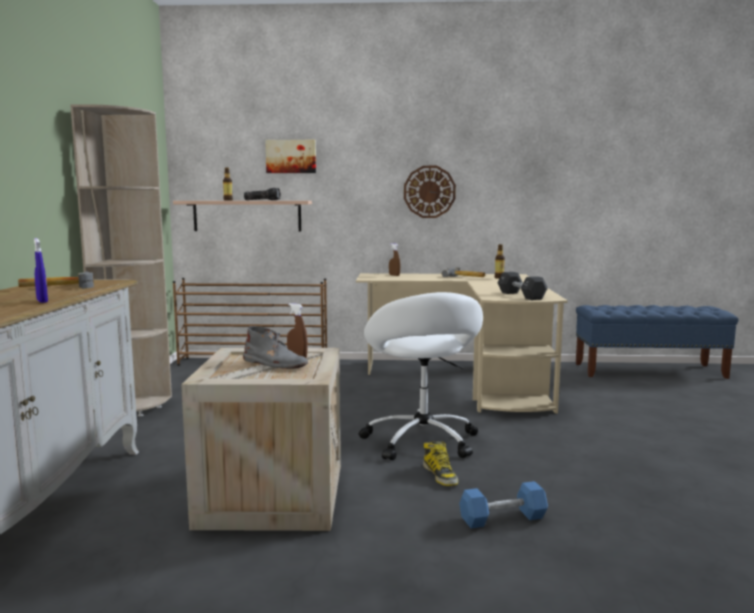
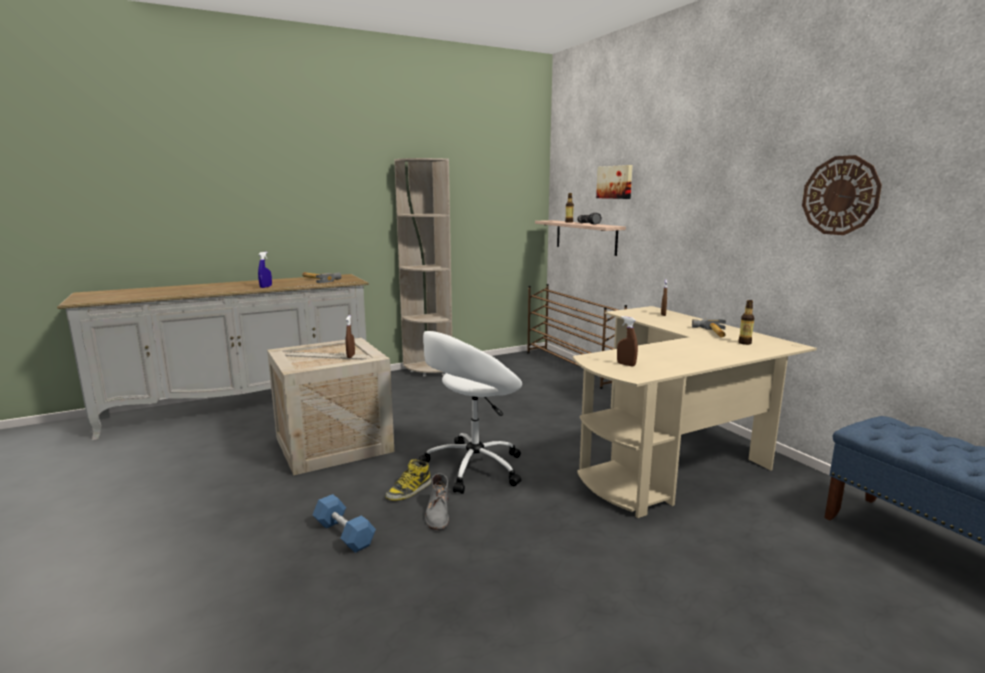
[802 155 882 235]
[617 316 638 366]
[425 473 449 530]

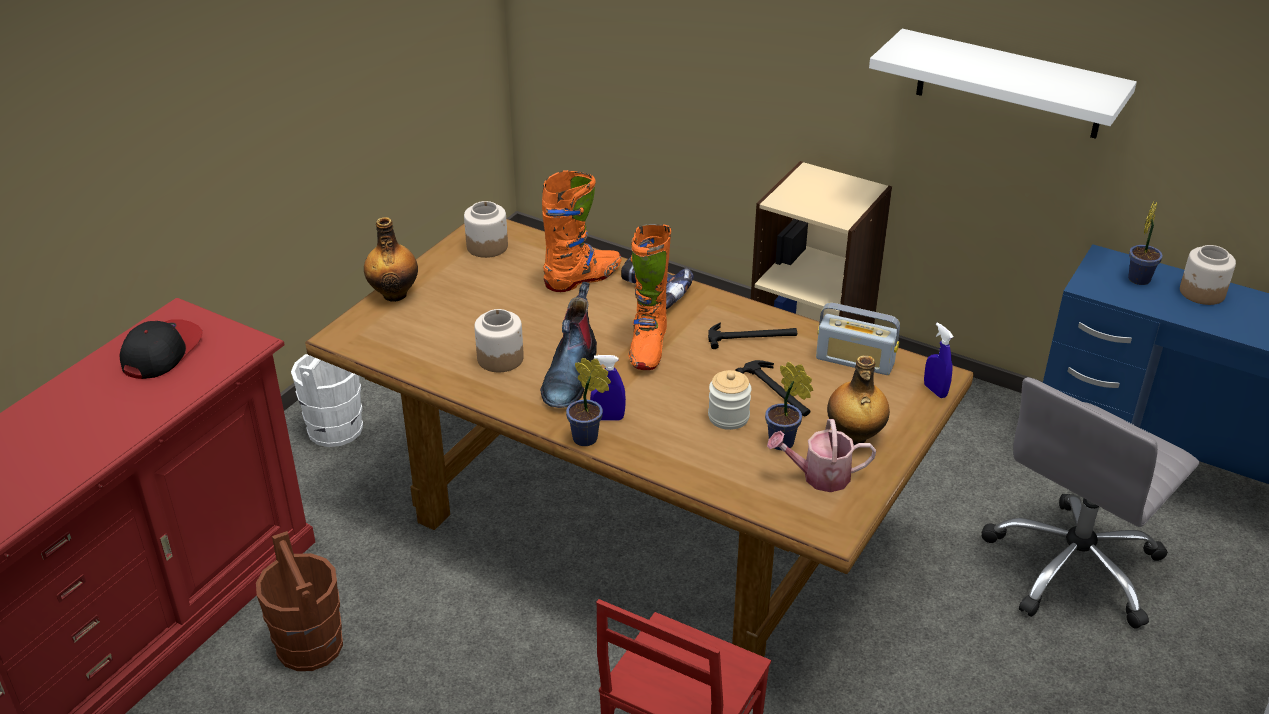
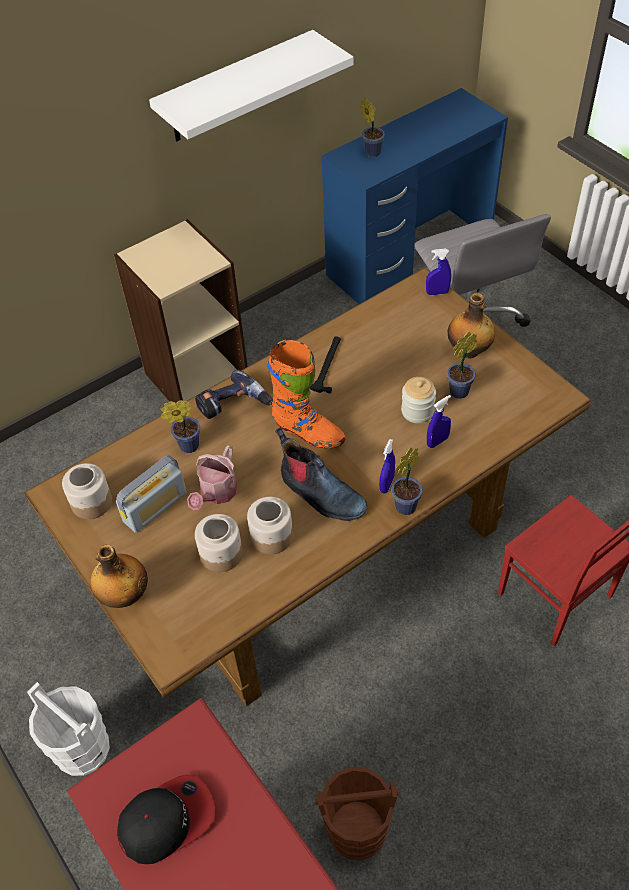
[161 400 200 453]
[195 514 243 572]
[116 455 187 533]
[117 774 215 864]
[735 360 811 416] (first image)
[187 445 237 510]
[427 395 451 448]

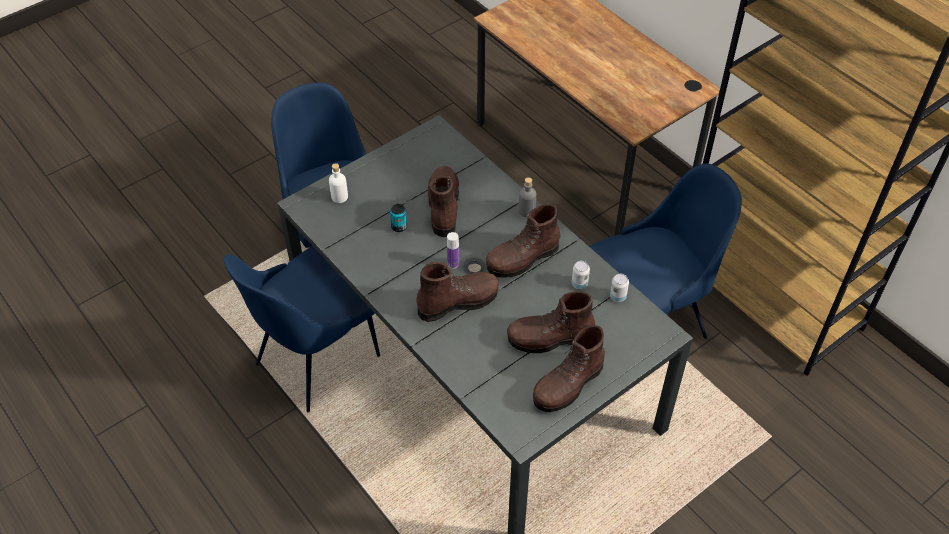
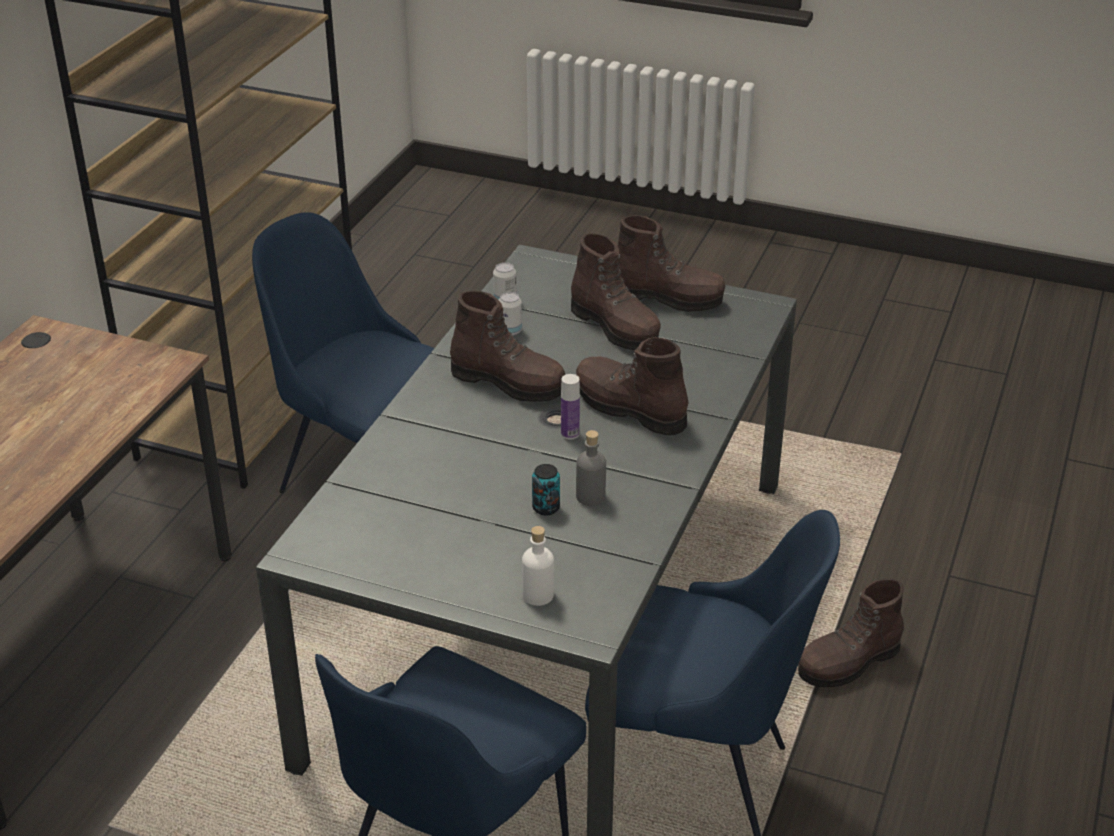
[798 579 904 687]
[576 430 606 506]

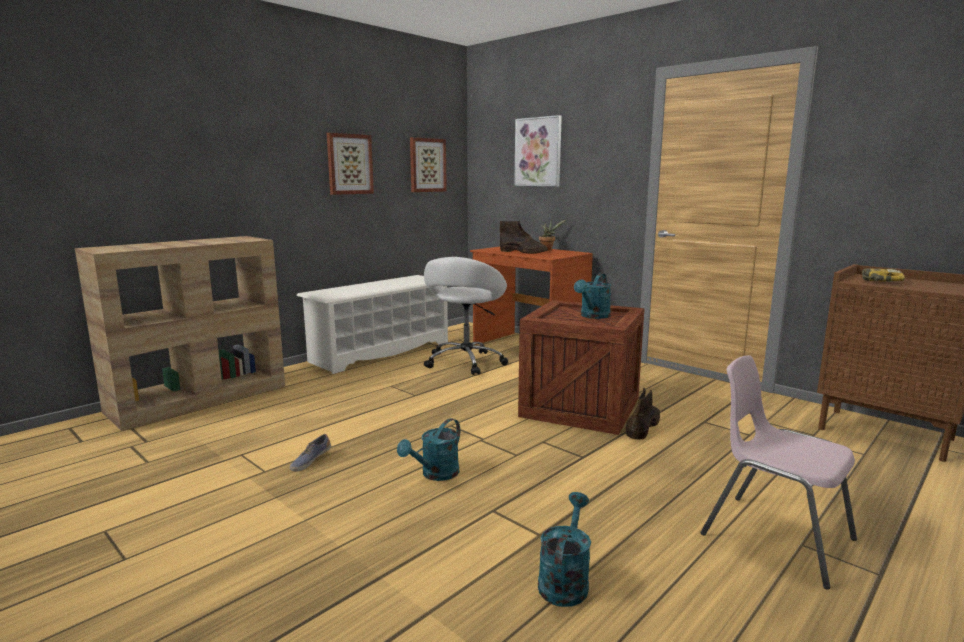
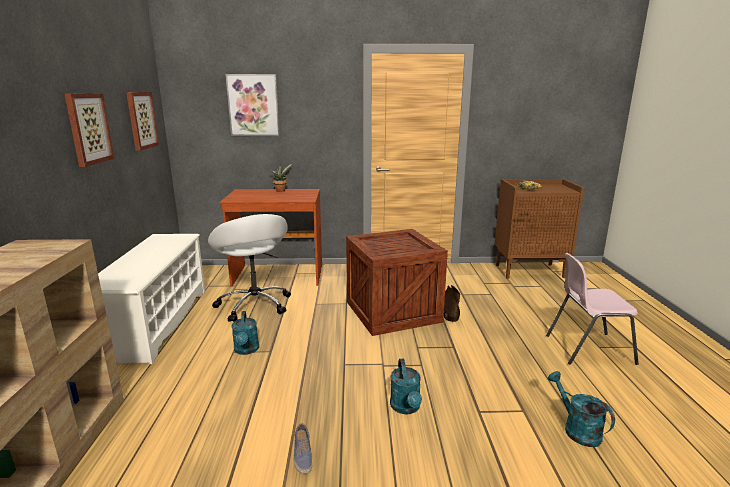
[500 221 548 254] (first image)
[231 311 259 355]

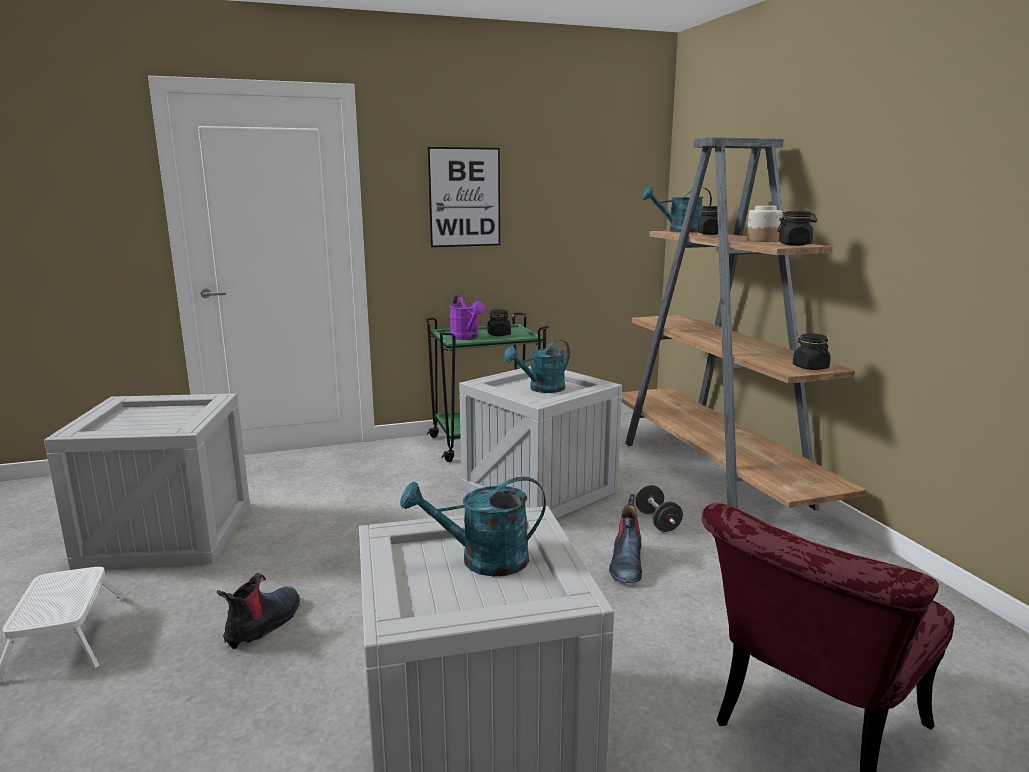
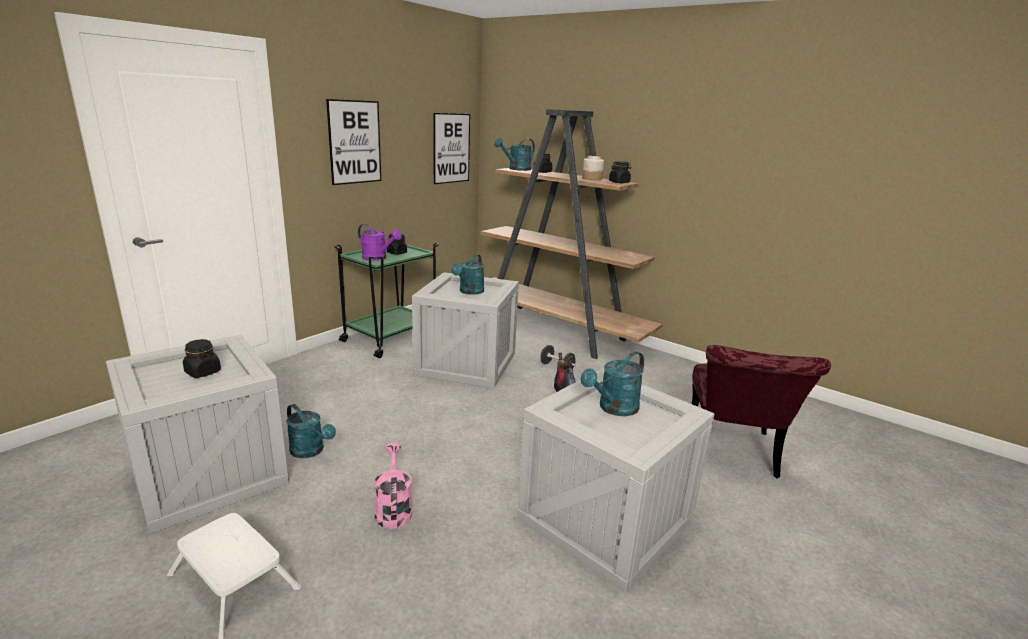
[183 339 221 378]
[374 442 413 529]
[433 113 470 184]
[286 404 336 458]

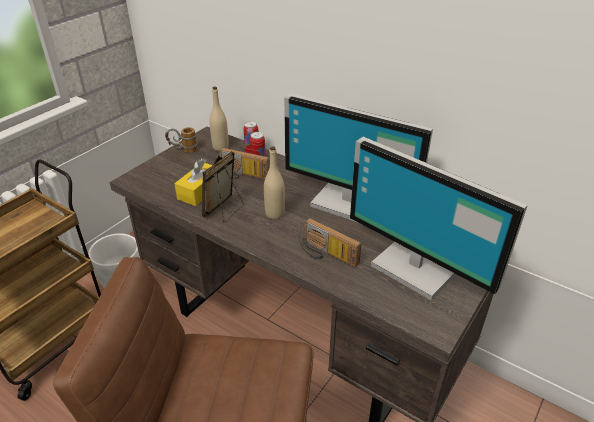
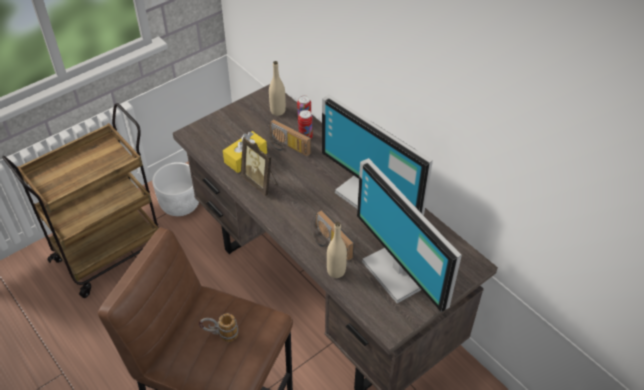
[199 313 238 342]
[327 222 347 278]
[241 137 278 196]

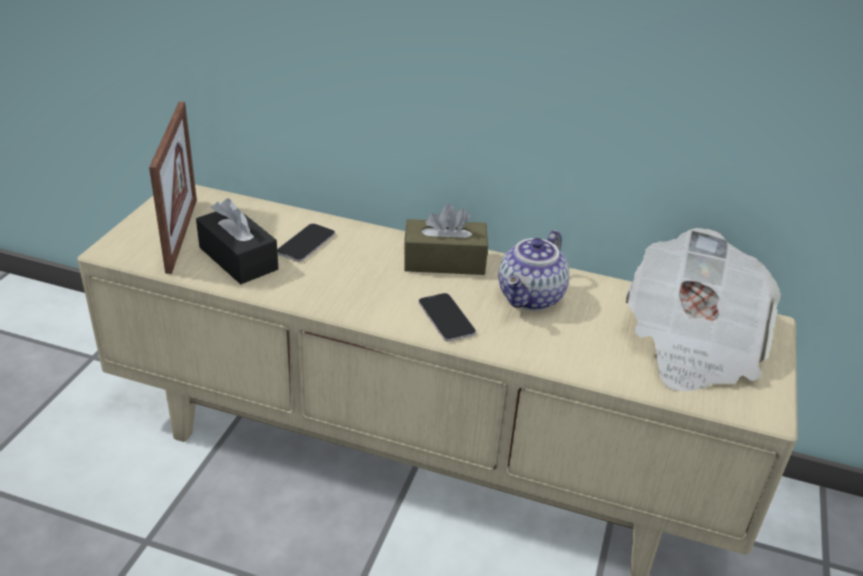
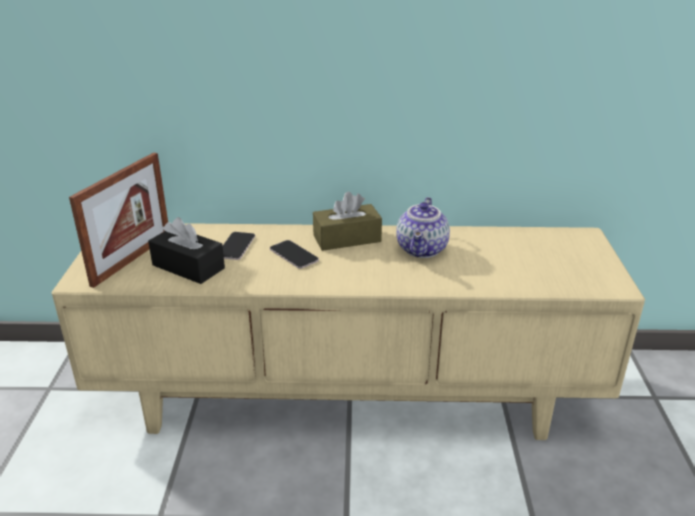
[69 153 168 288]
[626 228 781 391] (first image)
[270 240 319 269]

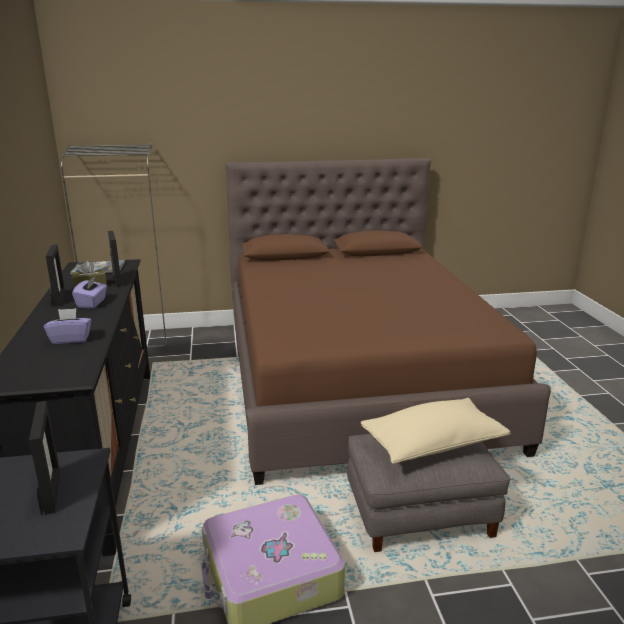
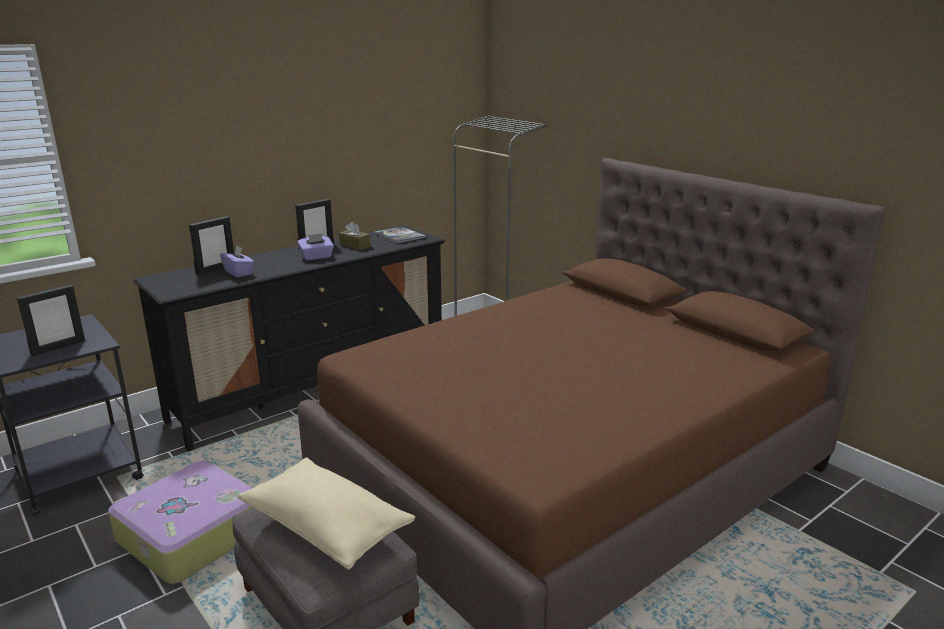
[189 216 234 275]

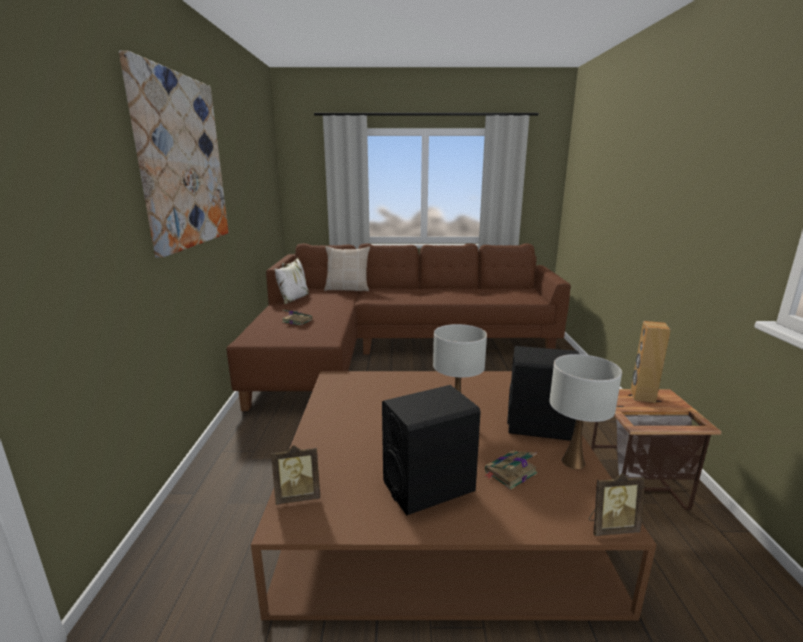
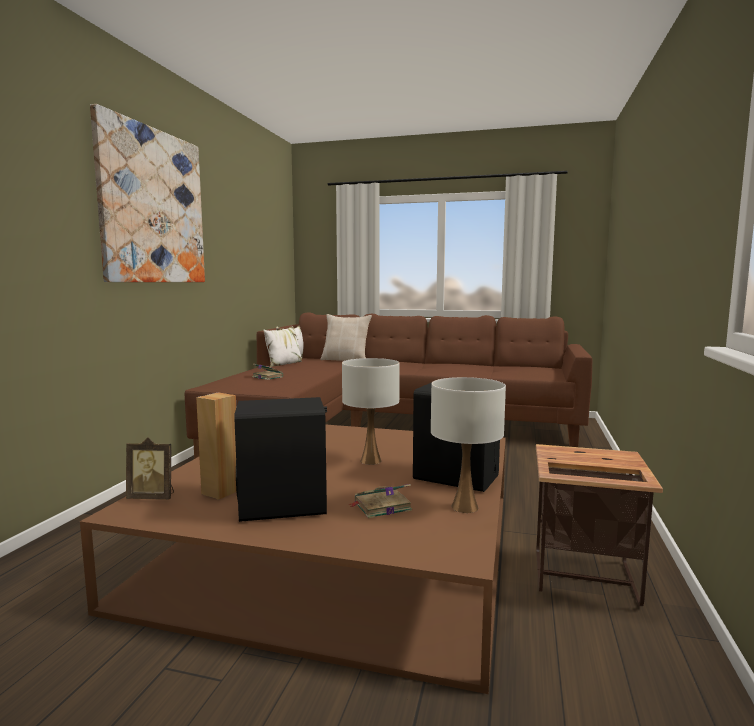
[196 392 236 500]
[589 473 645 536] (first image)

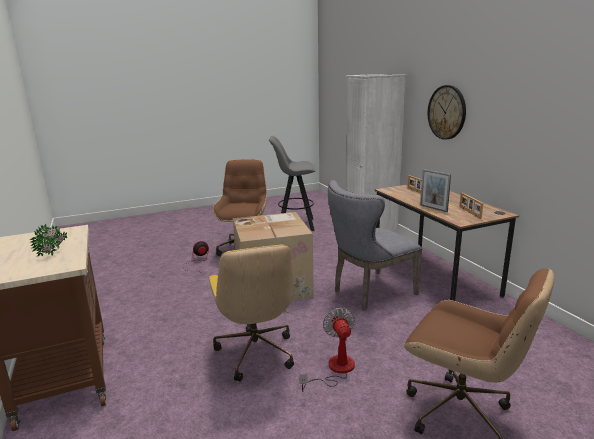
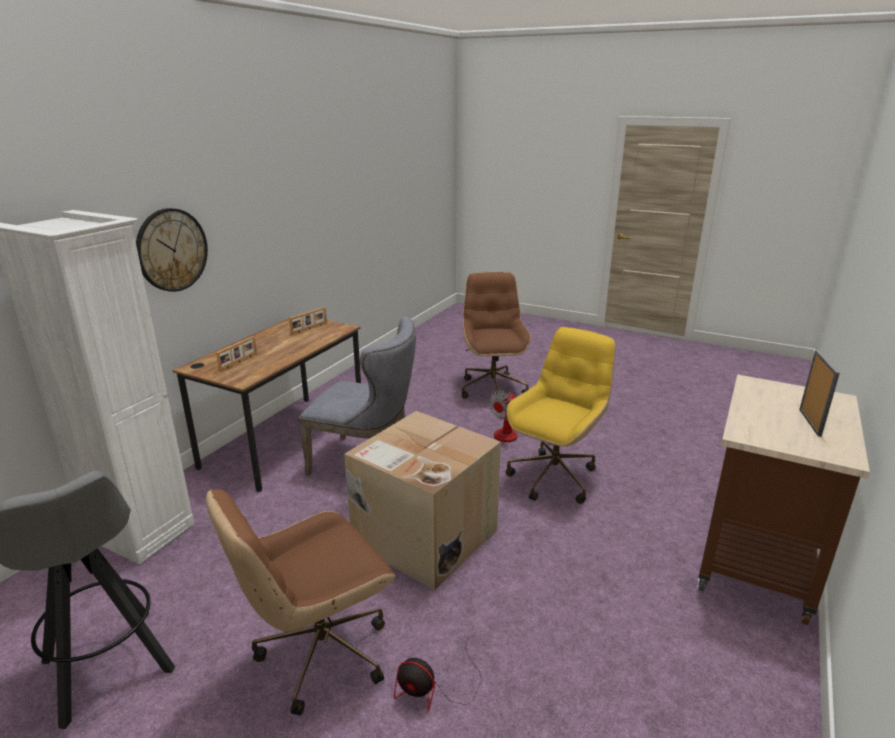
[799 350 840 437]
[30 223 67 257] (first image)

